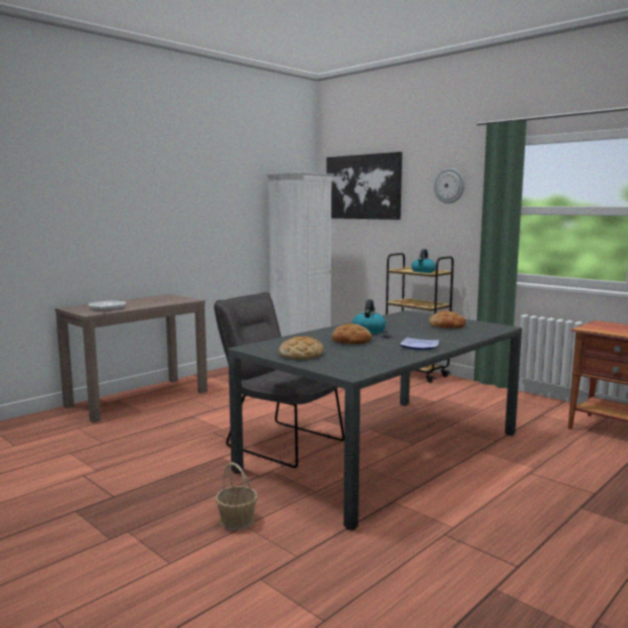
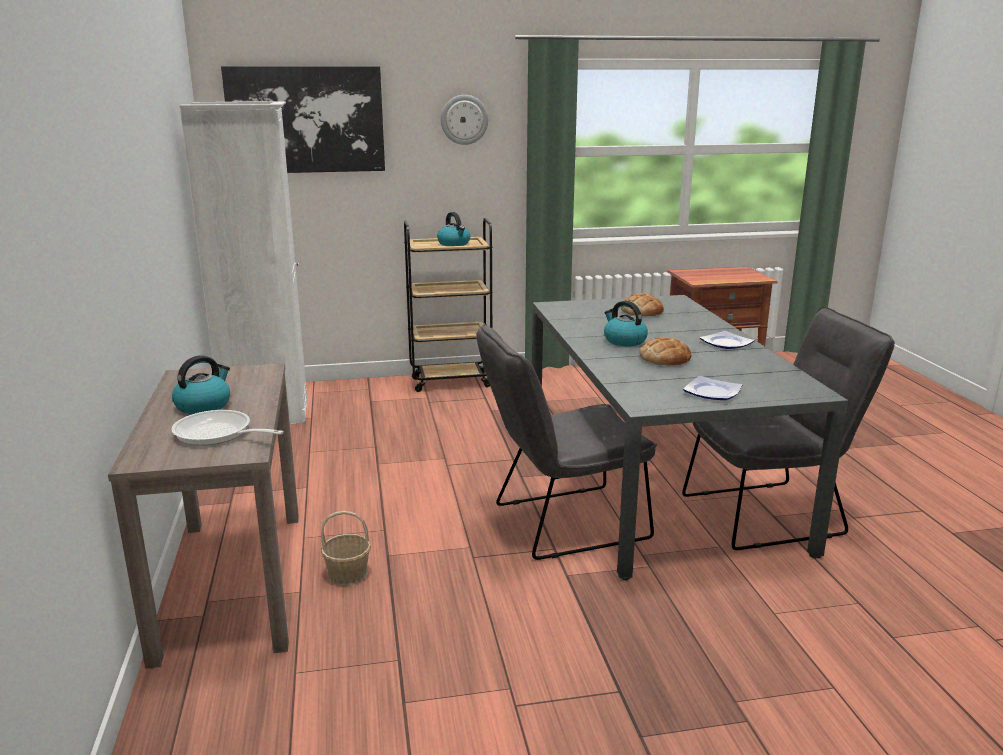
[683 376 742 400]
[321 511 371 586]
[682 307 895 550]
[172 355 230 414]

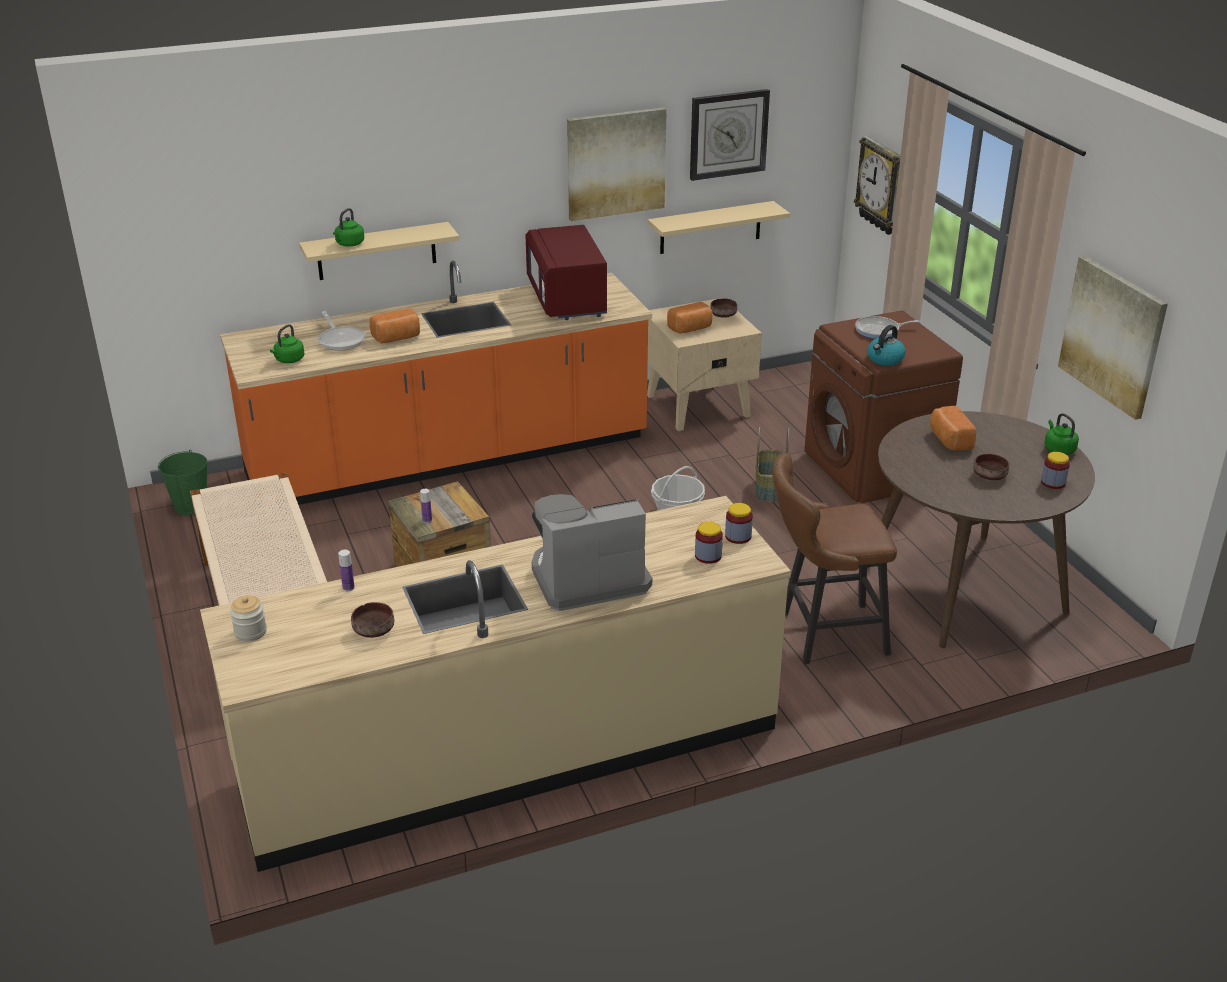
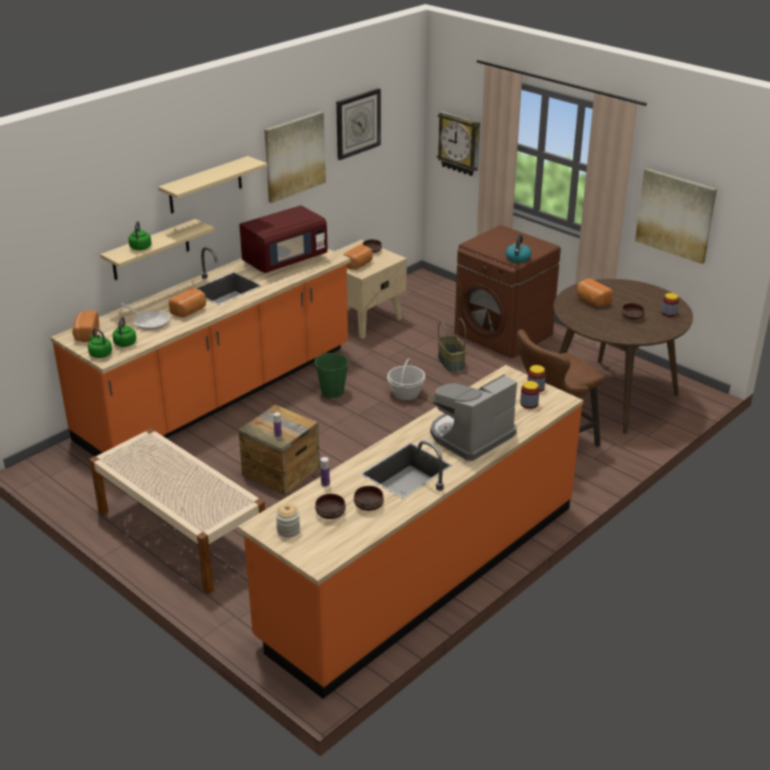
[158 156 267 213]
[239 205 328 273]
[855 316 920 339] (first image)
[88 328 112 358]
[315 352 349 398]
[238 365 583 699]
[72 310 99 342]
[315 494 346 519]

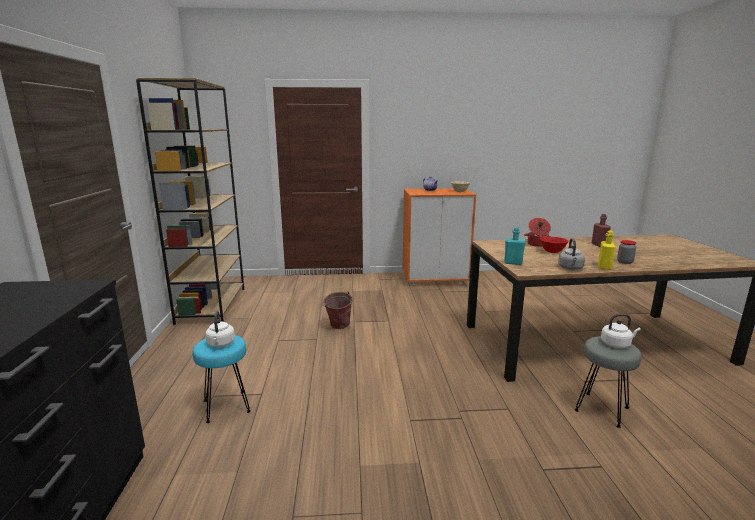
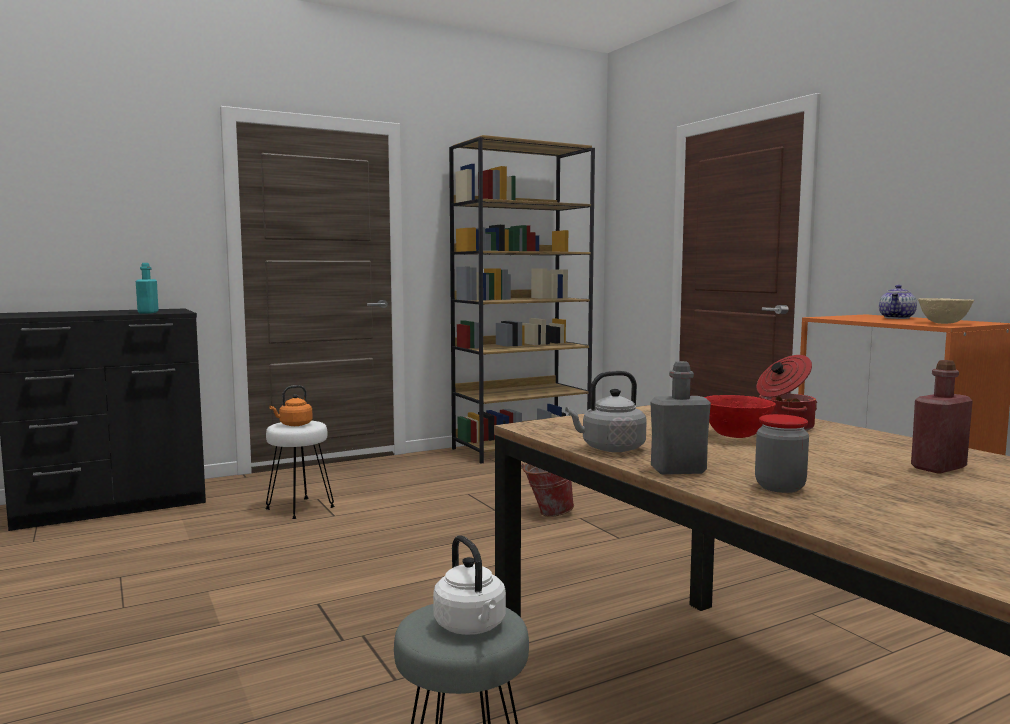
[136 263 159 314]
[650 361 711 475]
[269 385 313 426]
[265 421 335 519]

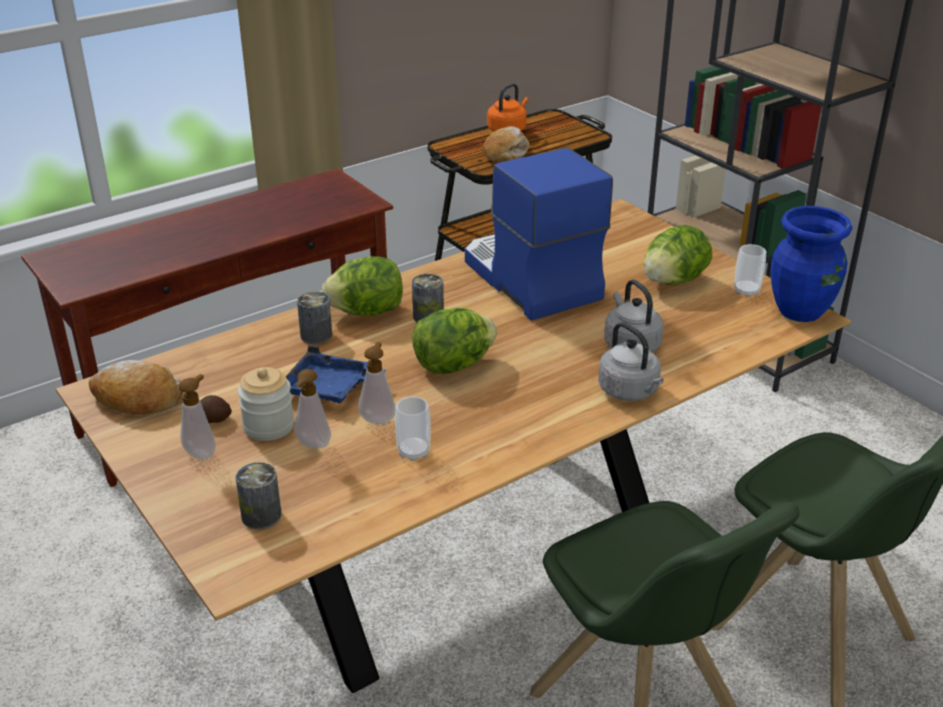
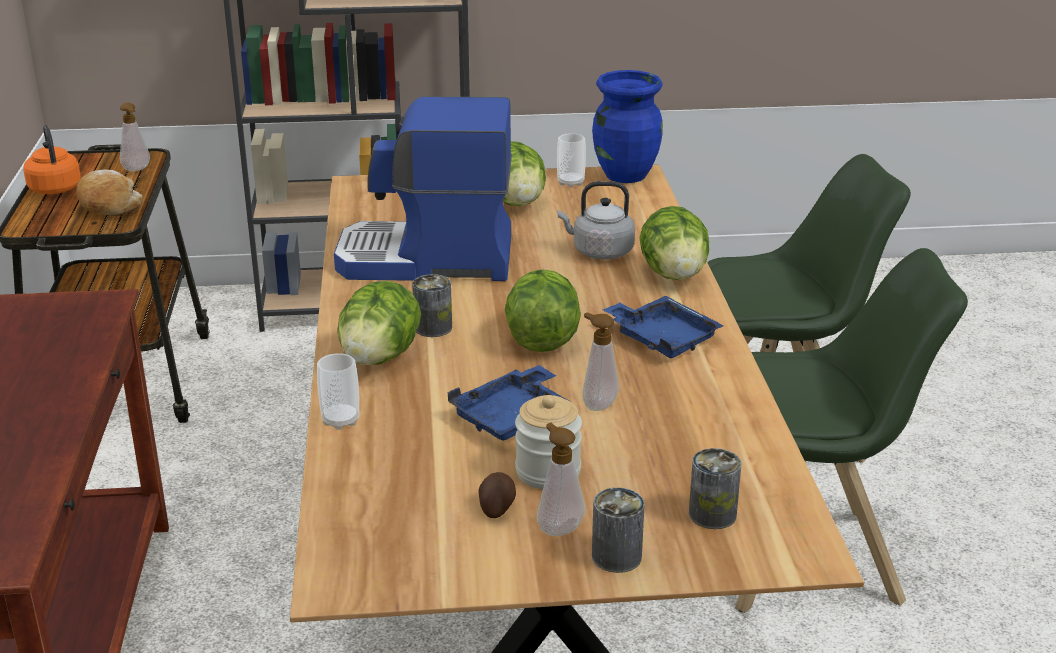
[592 488 645 573]
[640 206 709 280]
[89 360 183 414] (first image)
[120 102 150 171]
[317 353 359 430]
[602 296 724 358]

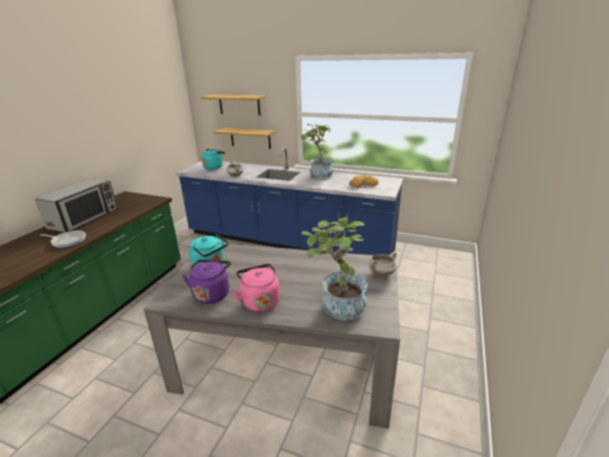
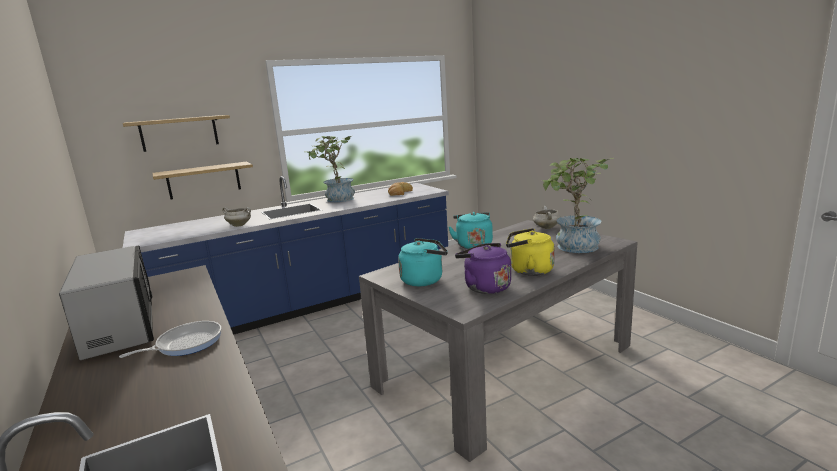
[449 212 493 249]
[506 228 555 276]

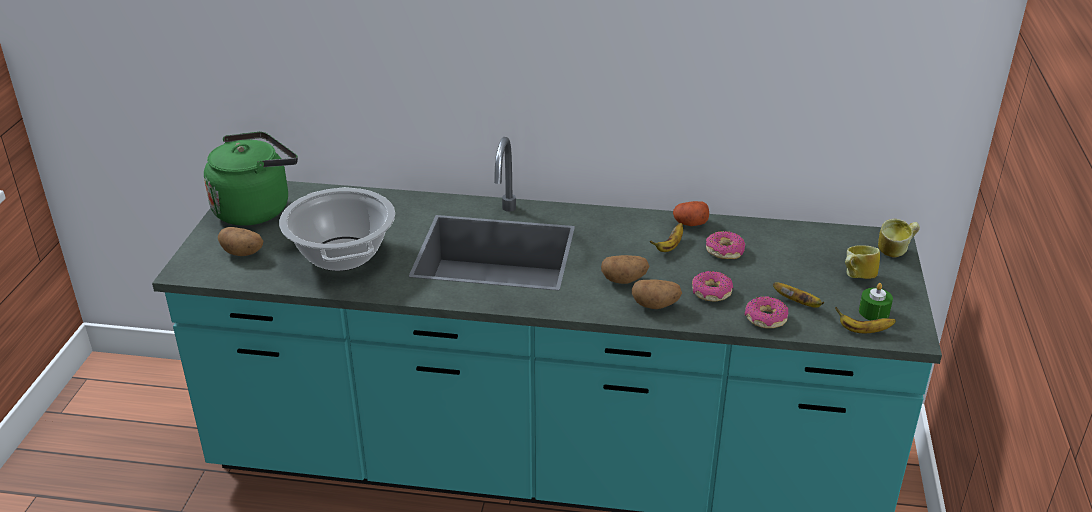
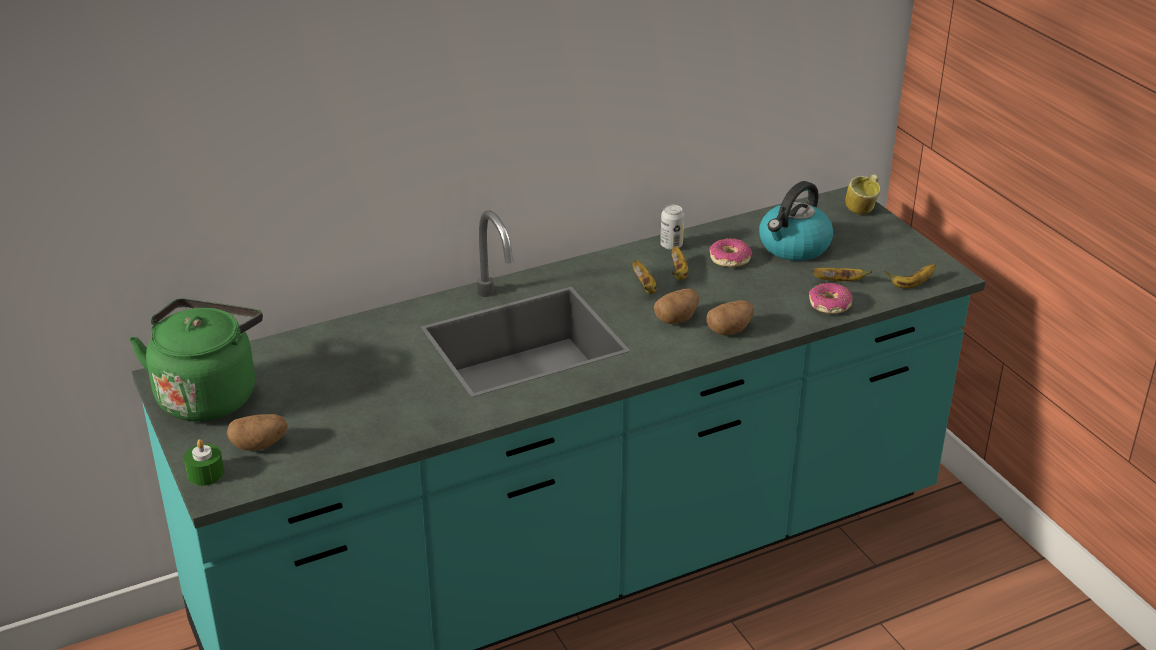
[279 187 395 271] (first image)
[660 205 684 250]
[845 245 880 279] (first image)
[692 271 733 301] (first image)
[184 439 224 486]
[759 181 833 261]
[633 260 657 294]

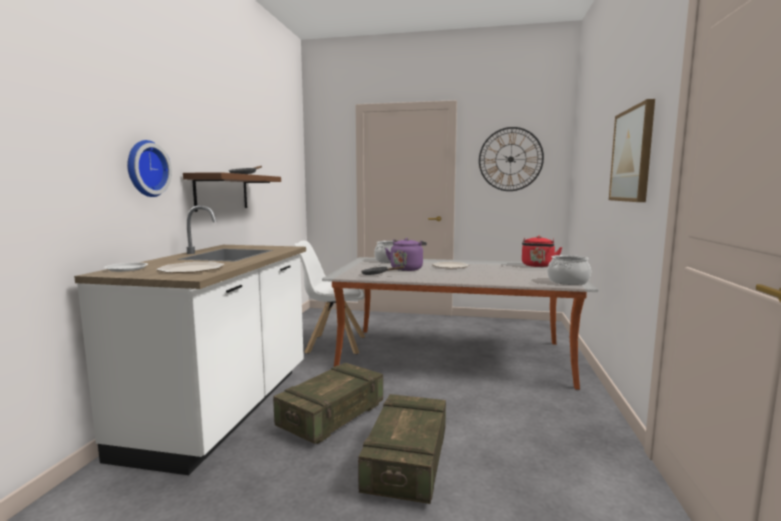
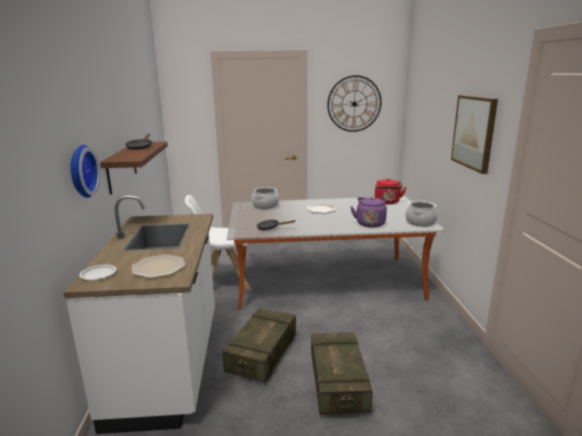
[350 197 387 228]

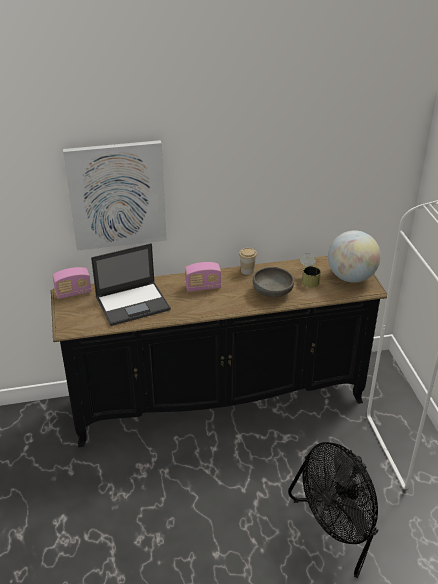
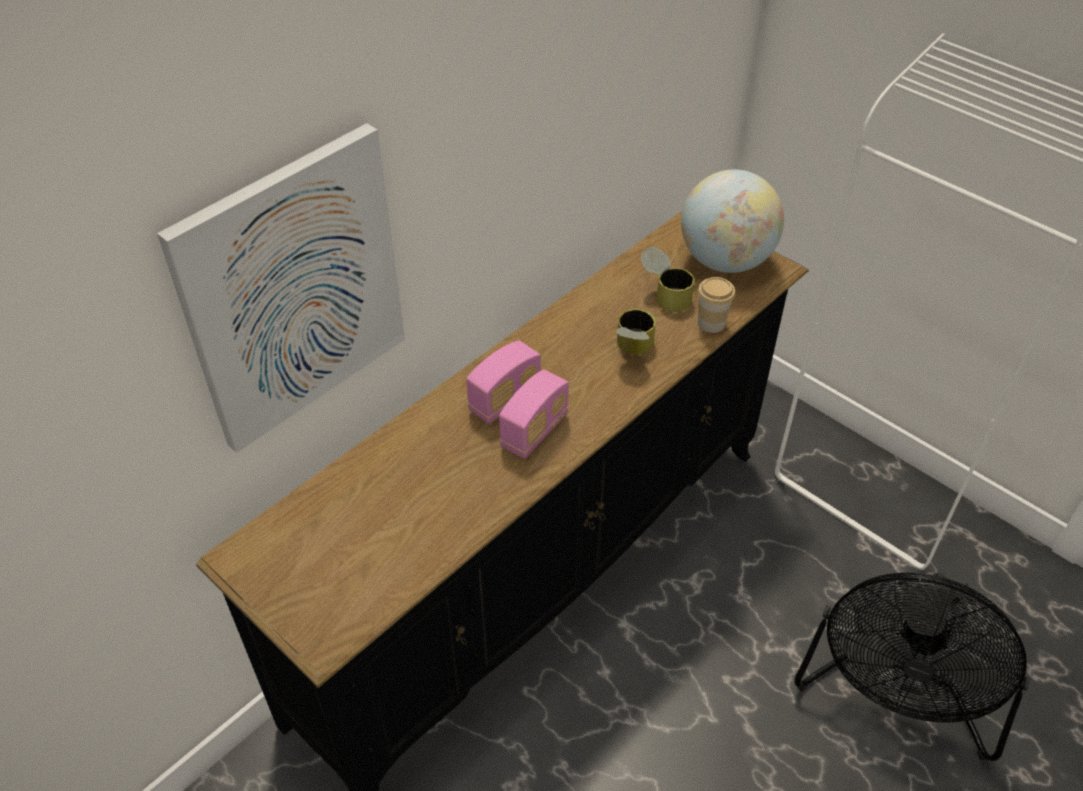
[91 243 171 326] (first image)
[698 277 735 333]
[499 370 569 459]
[616 308 656 355]

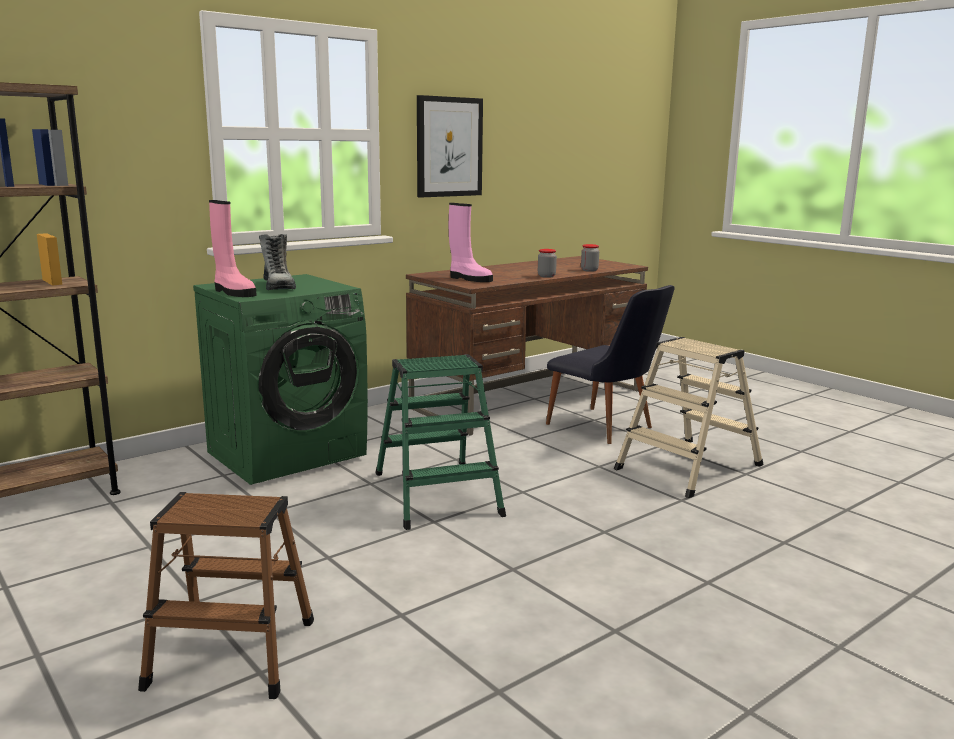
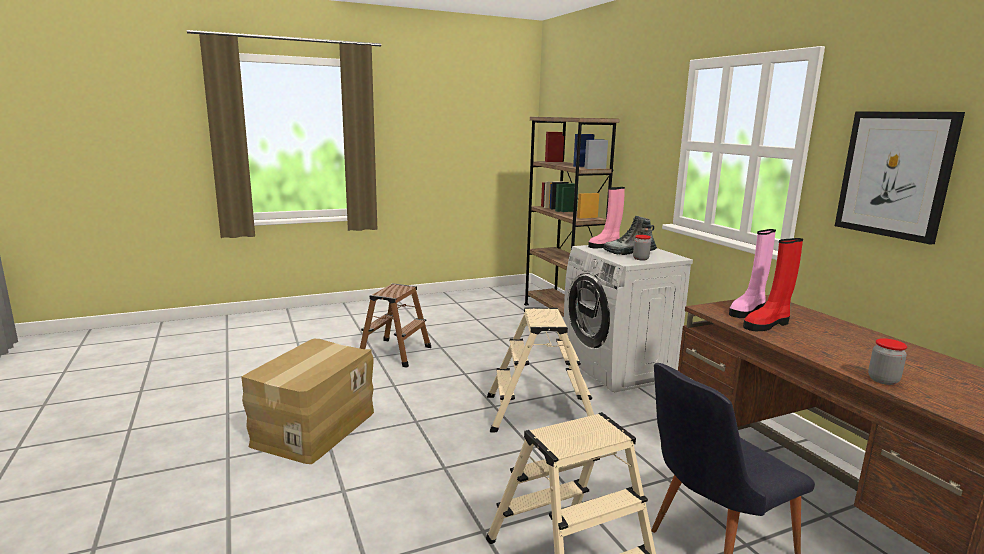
[633 235 651 260]
[564 245 693 392]
[487 308 594 432]
[743 238 803 331]
[241 339 374 464]

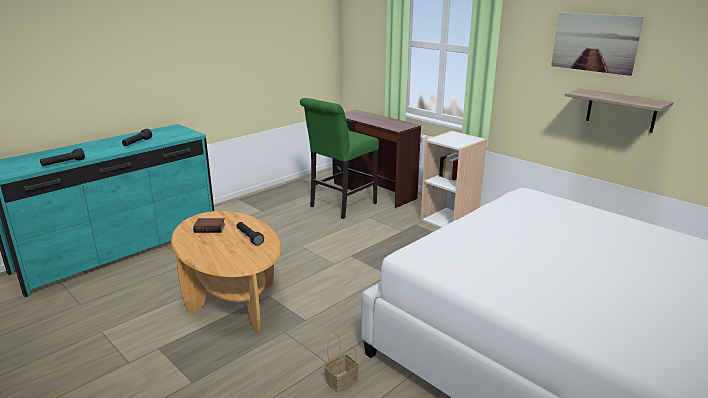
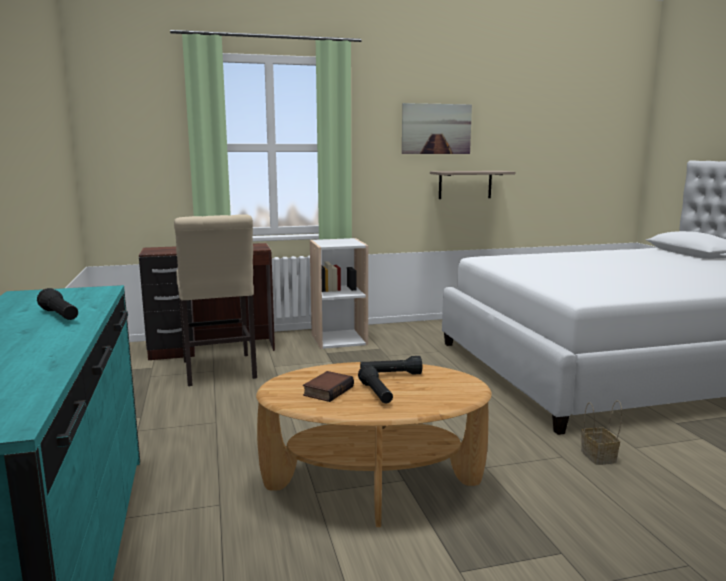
[174 214 257 386]
[358 365 393 403]

